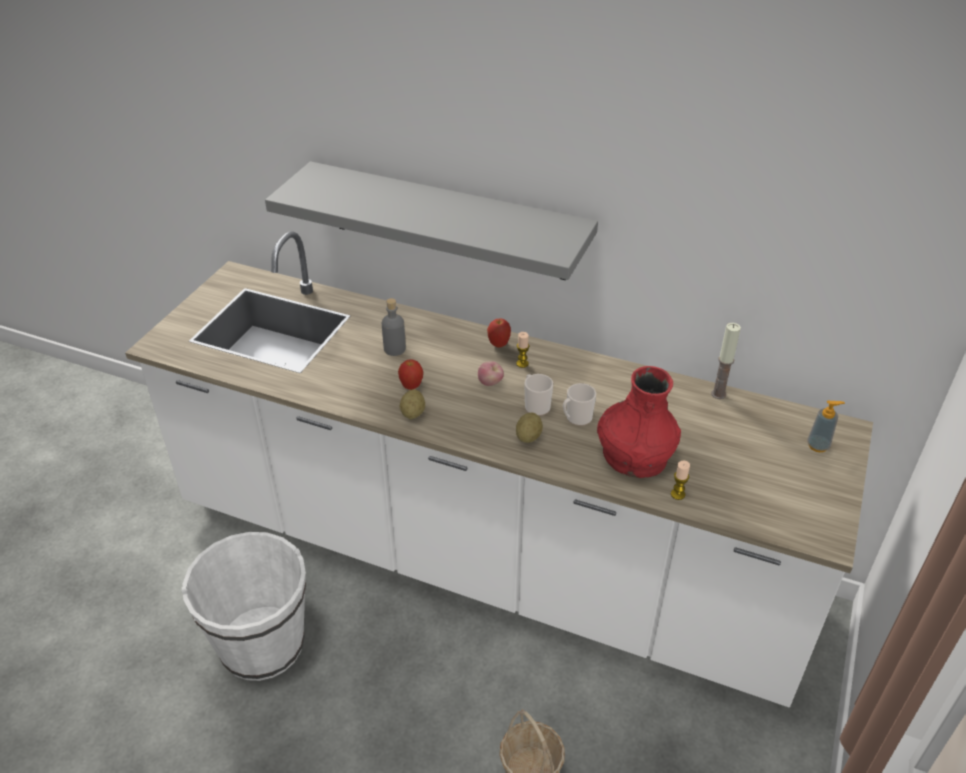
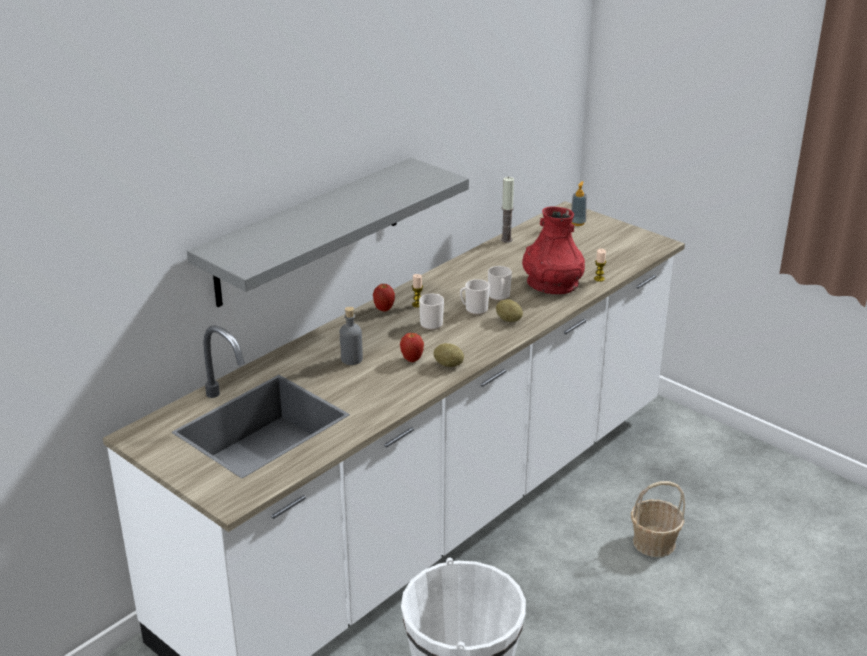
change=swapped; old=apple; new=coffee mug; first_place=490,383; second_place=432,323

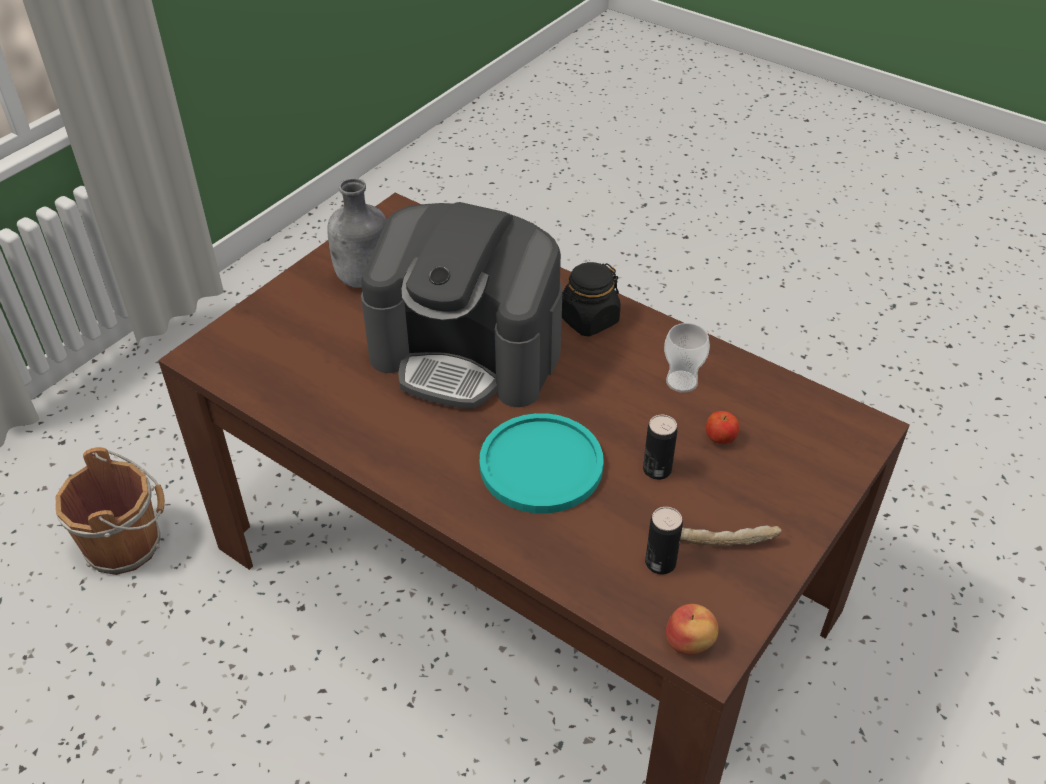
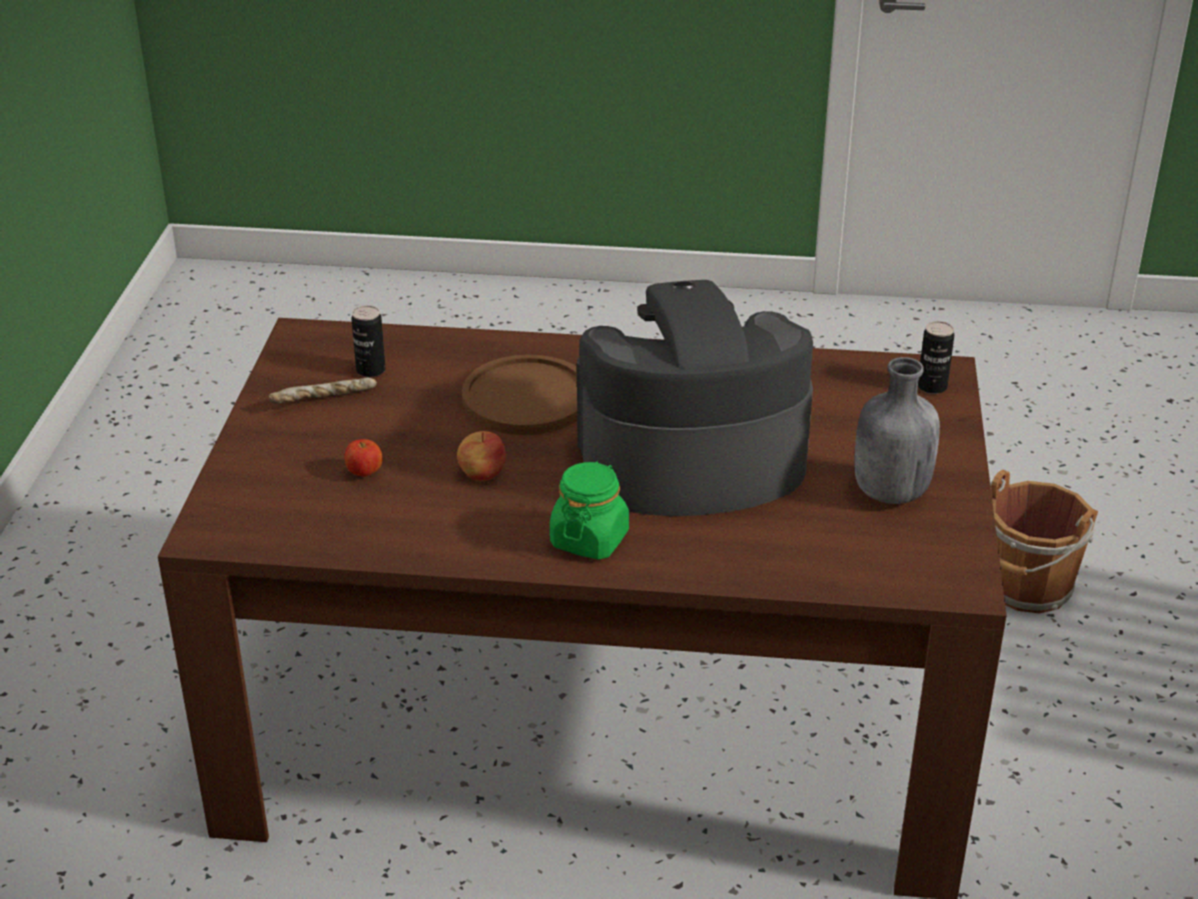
change=repainted; old=preserve jar/black; new=preserve jar/green-coloured; first_place=588,320; second_place=589,539
change=gone; old=small cup; first_place=681,381
change=repainted; old=flat dish/turquoise; new=flat dish/brownish; first_place=541,465; second_place=526,398
change=shifted; old=metal can; first_place=657,470; second_place=932,387
change=shifted; old=apple; first_place=689,643; second_place=482,473

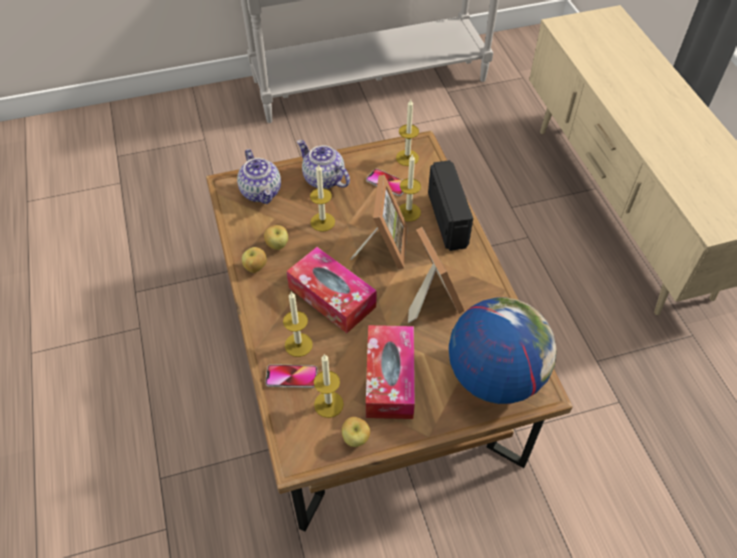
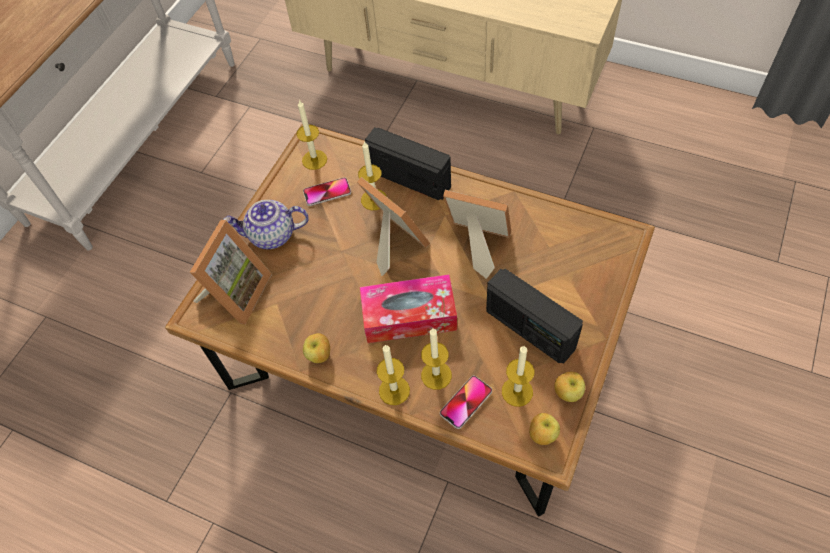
change=swapped; old=teapot; new=photo frame; first_place=262,192; second_place=236,293
change=shifted; old=wax candle; first_place=322,222; second_place=394,390
change=shifted; old=apple; first_place=277,245; second_place=542,435
change=gone; old=desk globe; first_place=494,376
change=swapped; old=box of tissues; new=radio receiver; first_place=389,378; second_place=529,329

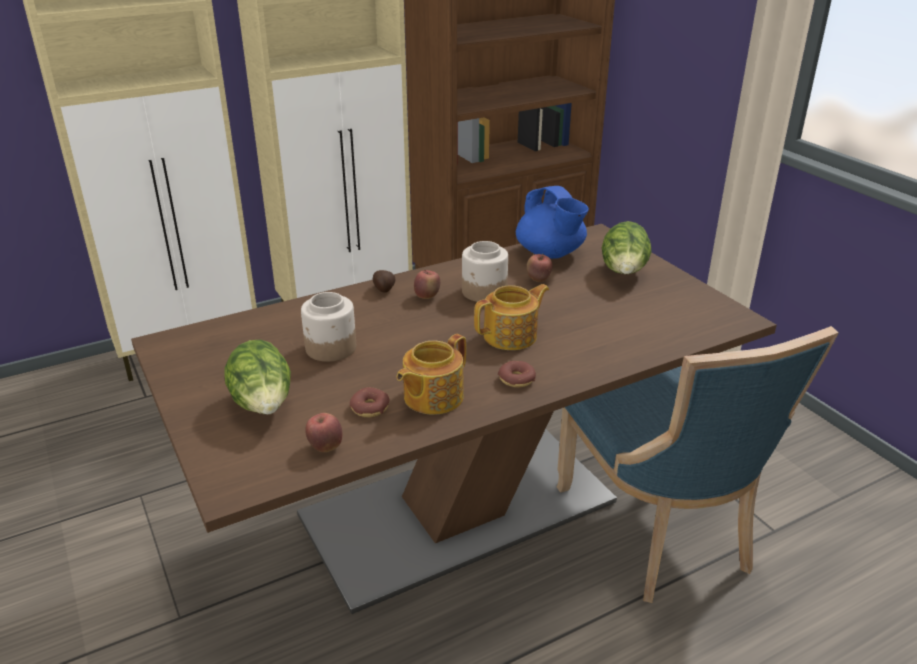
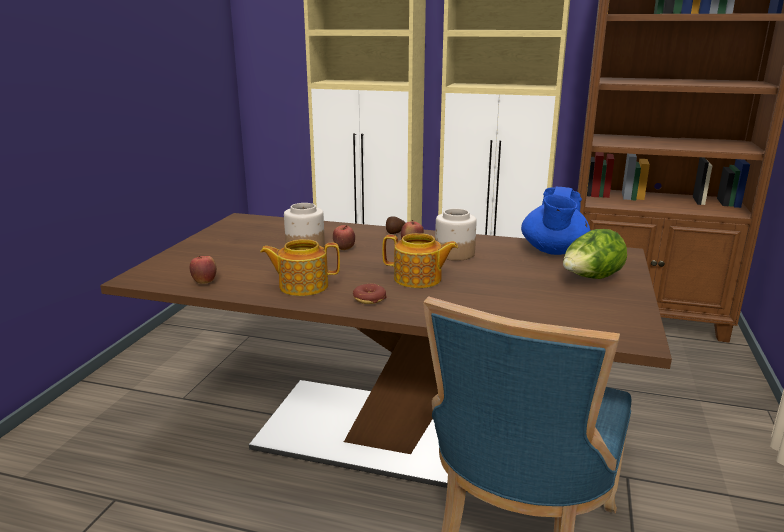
change=shifted; old=apple; first_place=538,280; second_place=344,249
change=gone; old=lettuce head; first_place=263,406
change=gone; old=donut; first_place=370,408

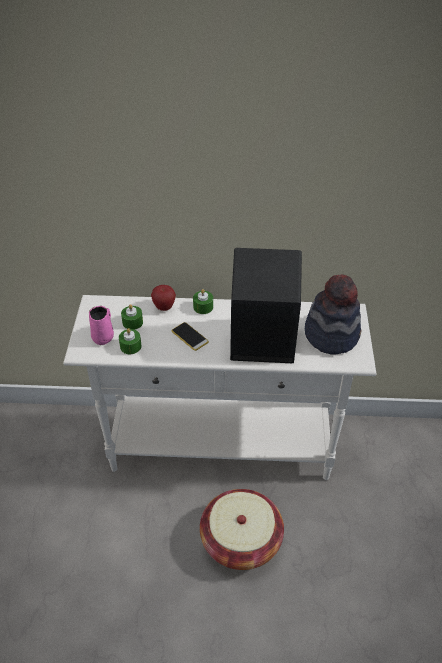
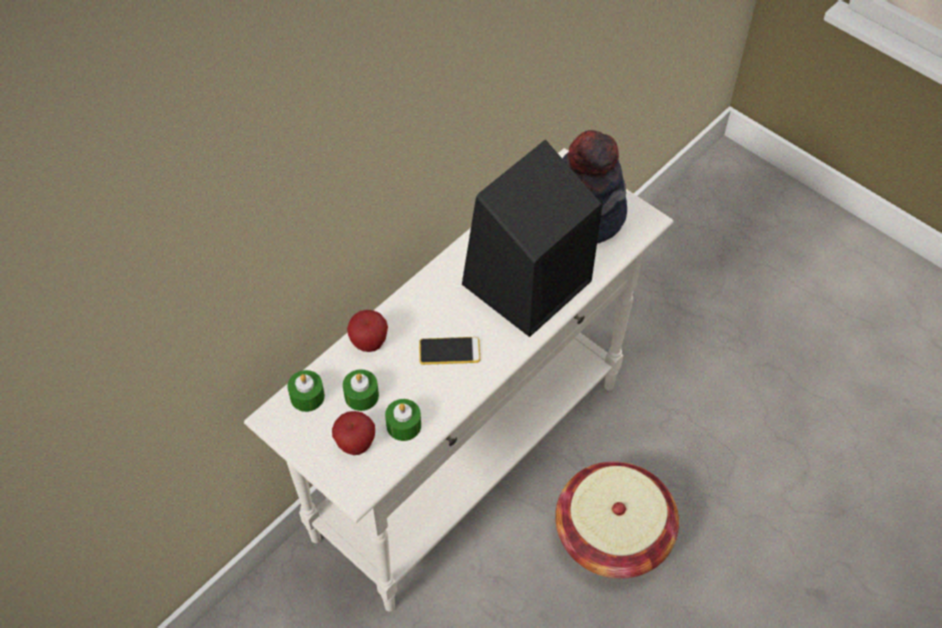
change=shifted; old=wax candle/green-coloured; first_place=203,307; second_place=307,396
change=swapped; old=coffee mug/pinkish; new=apple; first_place=103,337; second_place=356,445

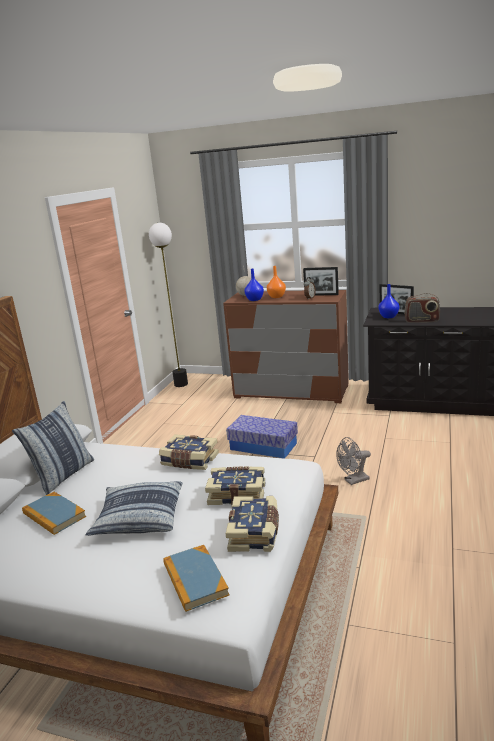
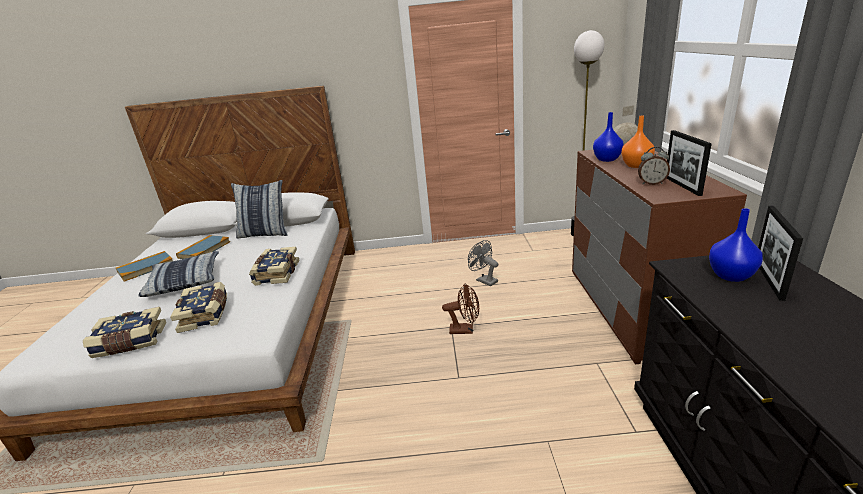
change=gone; old=radio receiver; first_place=421,321
change=swapped; old=storage container; new=electric fan/brownish; first_place=263,446; second_place=465,330
change=shifted; old=electric fan/gray; first_place=353,481; second_place=484,280
change=shifted; old=volume; first_place=195,580; second_place=146,268

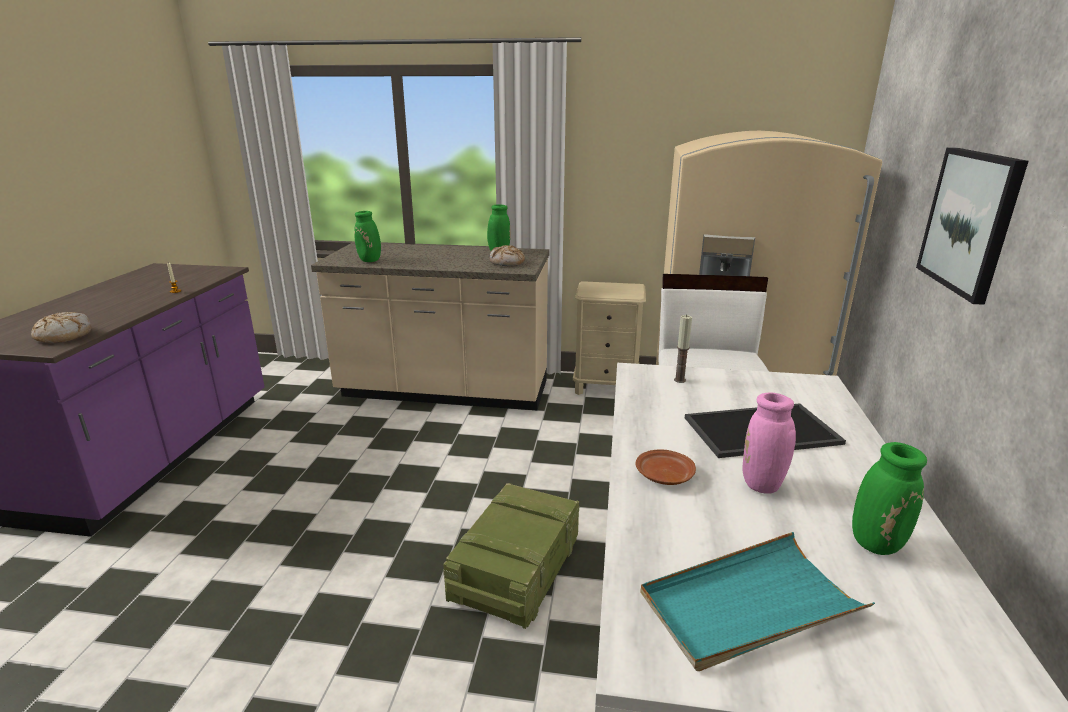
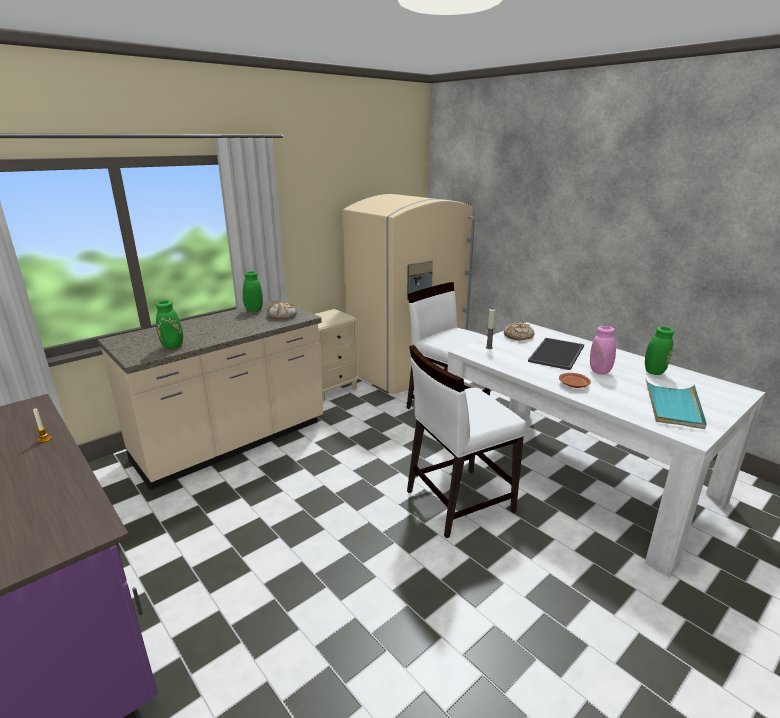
change=gone; old=picture; first_place=970,221
change=shifted; old=bakery bread; first_place=64,336; second_place=518,336
change=swapped; old=packing crate; new=plain chair/white; first_place=517,570; second_place=458,501

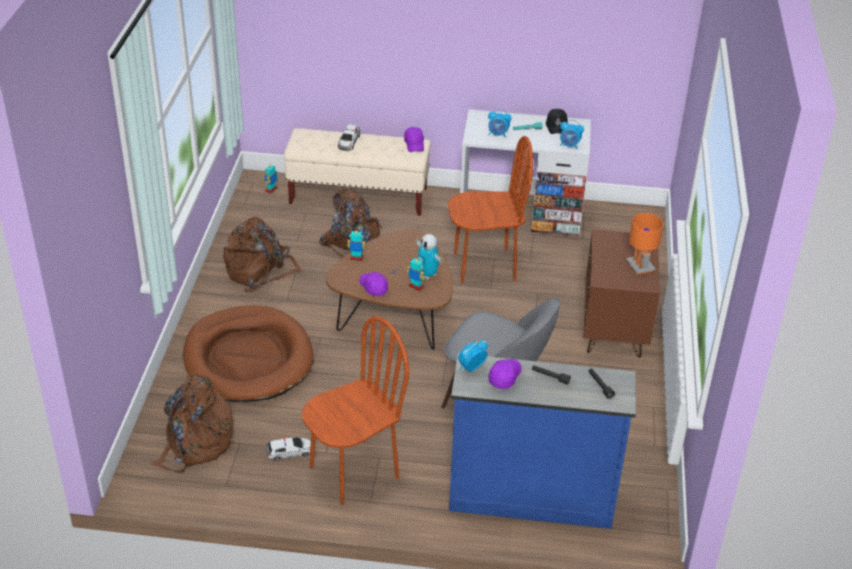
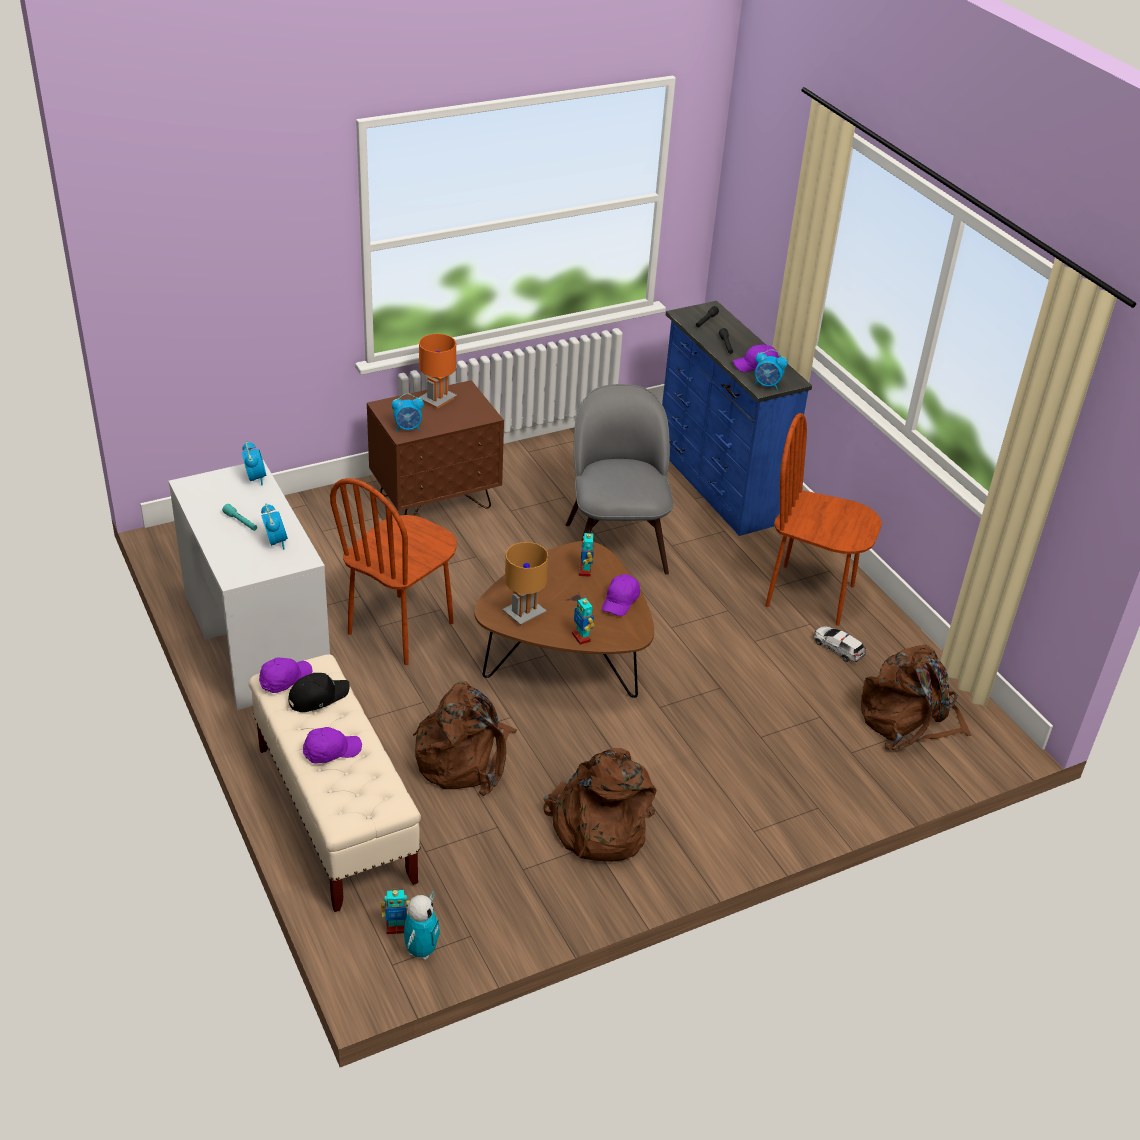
change=shifted; old=peaked cap/black; first_place=557,126; second_place=317,696
change=swapped; old=model car; new=peaked cap/purplish; first_place=349,141; second_place=331,751
change=rotated; old=plain chair/brownish; first_place=484,266; second_place=401,628; degrees=-105
change=shifted; old=model robot; first_place=427,274; second_place=421,950
change=gone; old=dog cushion/brownish; first_place=248,358
change=new; new=table clock; second_place=408,428
change=new; new=table lamp/brownish; second_place=524,613

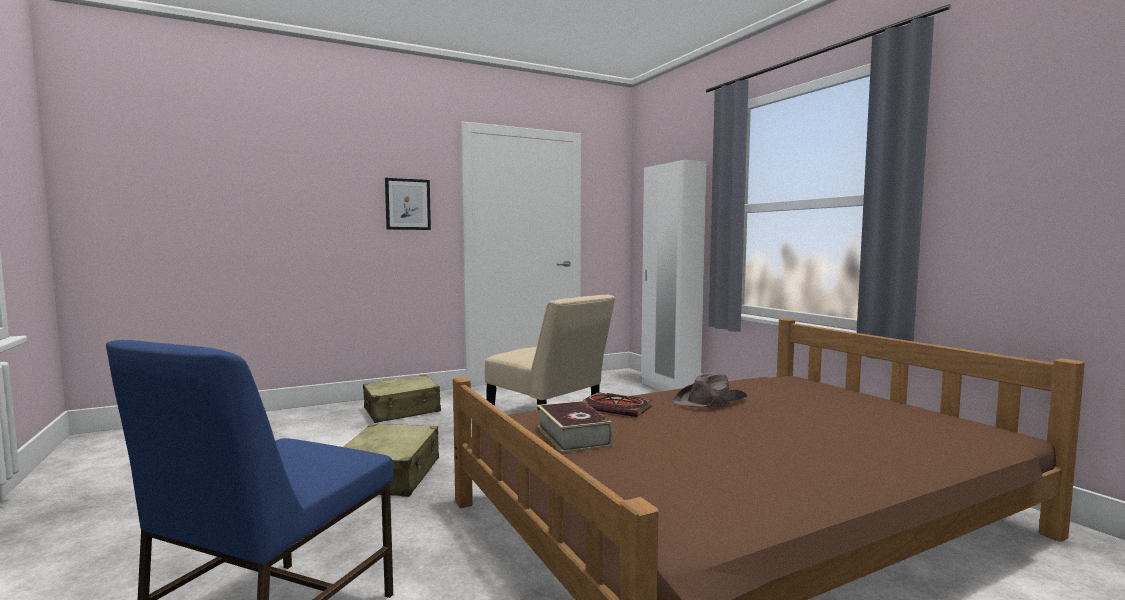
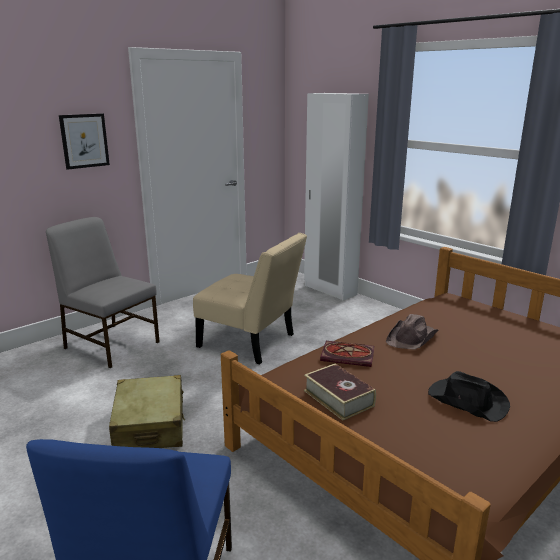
change=swapped; old=suitcase/sand-coloured; new=plain chair/gray; first_place=402,411; second_place=111,344
change=new; new=clothing hat/black; second_place=466,400

